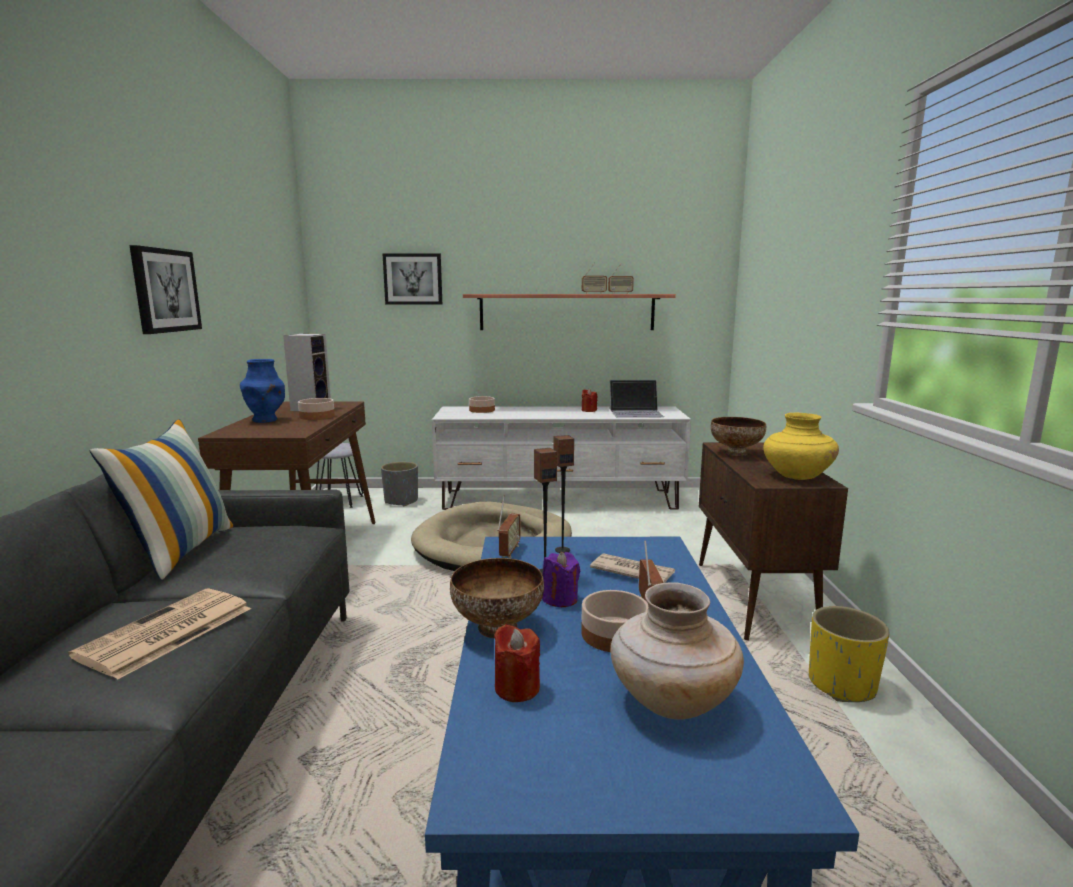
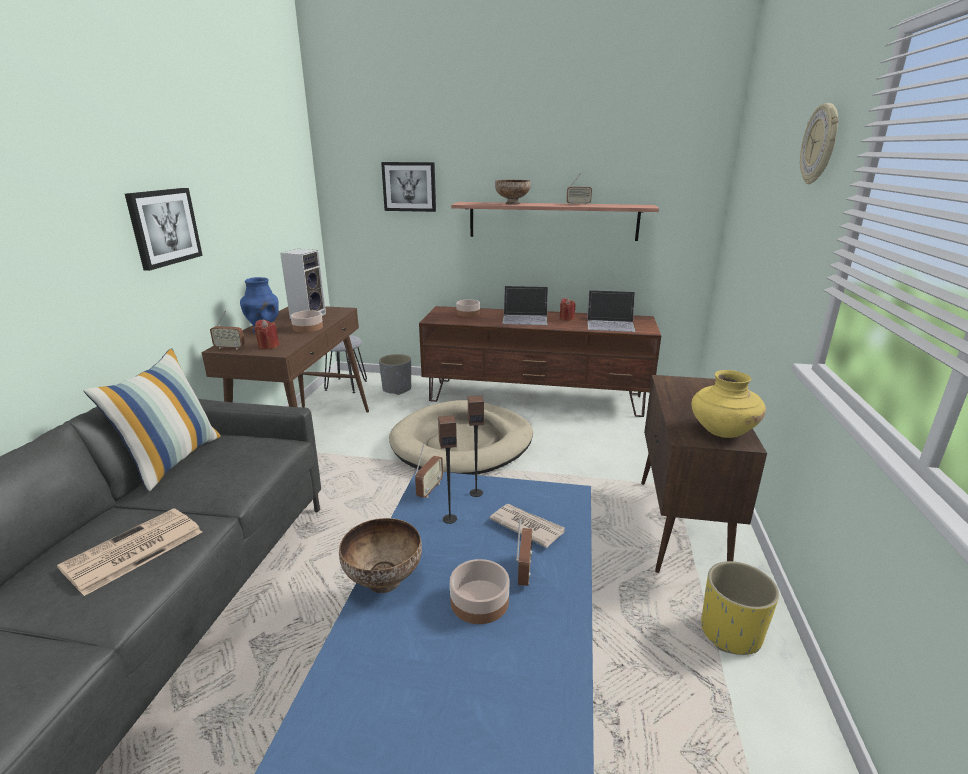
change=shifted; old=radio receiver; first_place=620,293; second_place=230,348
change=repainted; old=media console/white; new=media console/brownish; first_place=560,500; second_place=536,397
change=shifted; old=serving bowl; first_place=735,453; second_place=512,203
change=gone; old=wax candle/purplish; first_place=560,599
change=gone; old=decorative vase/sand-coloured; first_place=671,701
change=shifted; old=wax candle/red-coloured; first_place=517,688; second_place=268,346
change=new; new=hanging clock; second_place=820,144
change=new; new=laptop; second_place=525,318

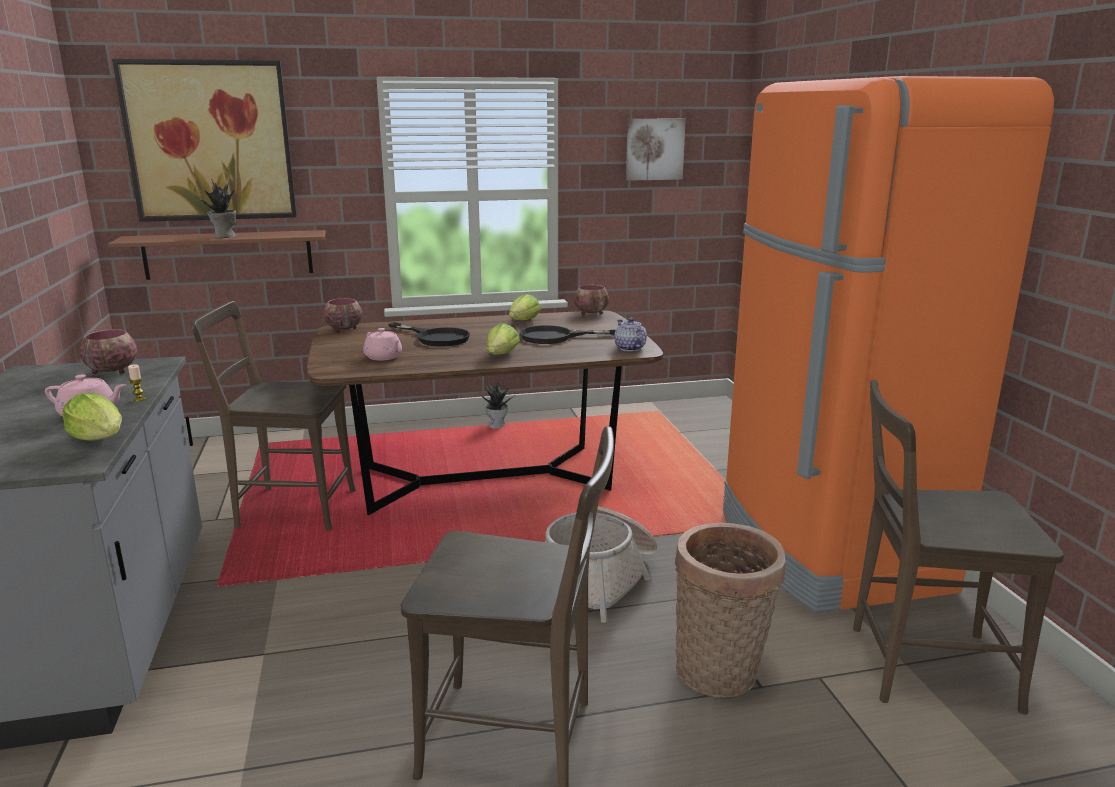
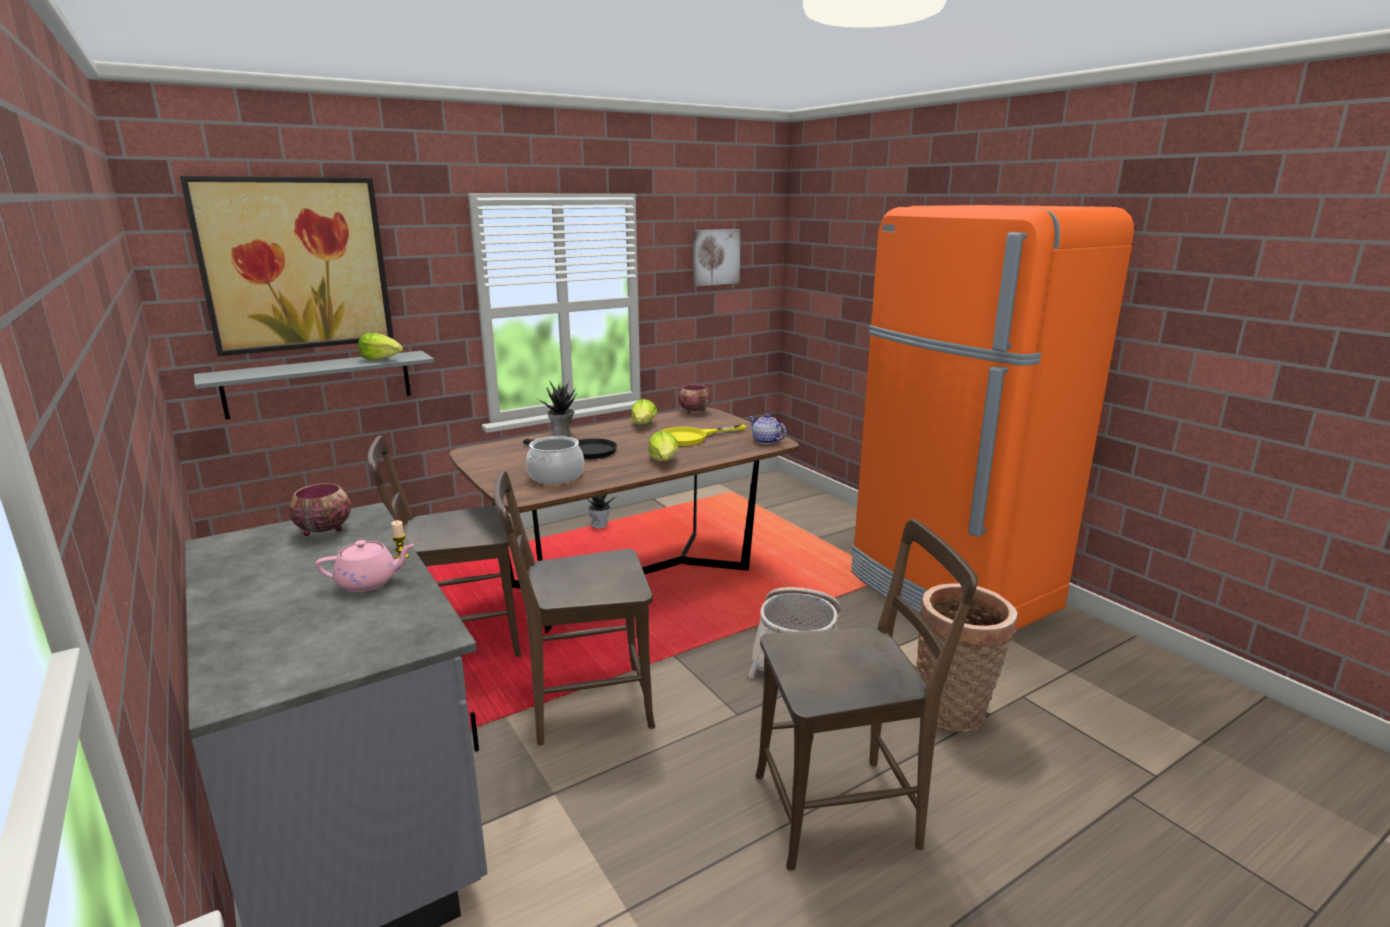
change=shifted; old=houseplant; first_place=224,236; second_place=562,435
change=repainted; old=bracket shelf/brownish; new=bracket shelf/gray; first_place=228,254; second_place=319,384
change=gone; old=serving bowl; first_place=343,329
change=repainted; old=skillet/black; new=skillet/yellowish; first_place=556,337; second_place=691,437
change=swapped; old=teapot/pinkish; new=cooking pot; first_place=384,357; second_place=556,476
change=shifted; old=plain chair/brownish; first_place=922,666; second_place=582,705
change=shifted; old=lettuce head; first_place=100,438; second_place=382,359

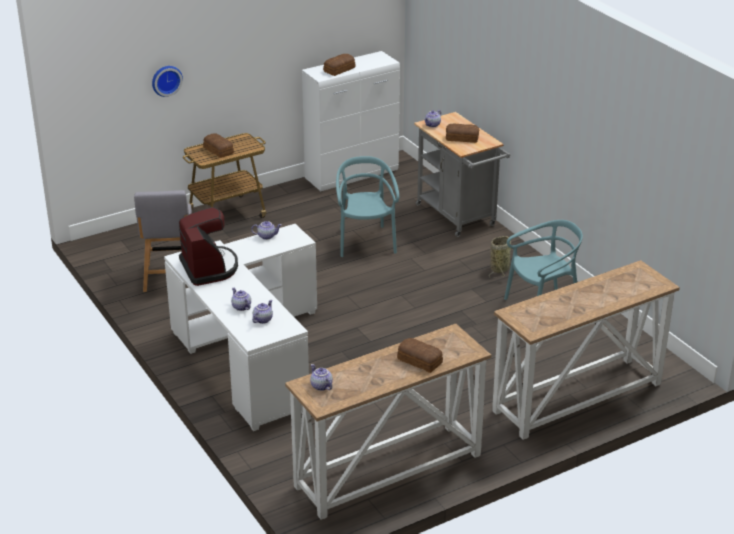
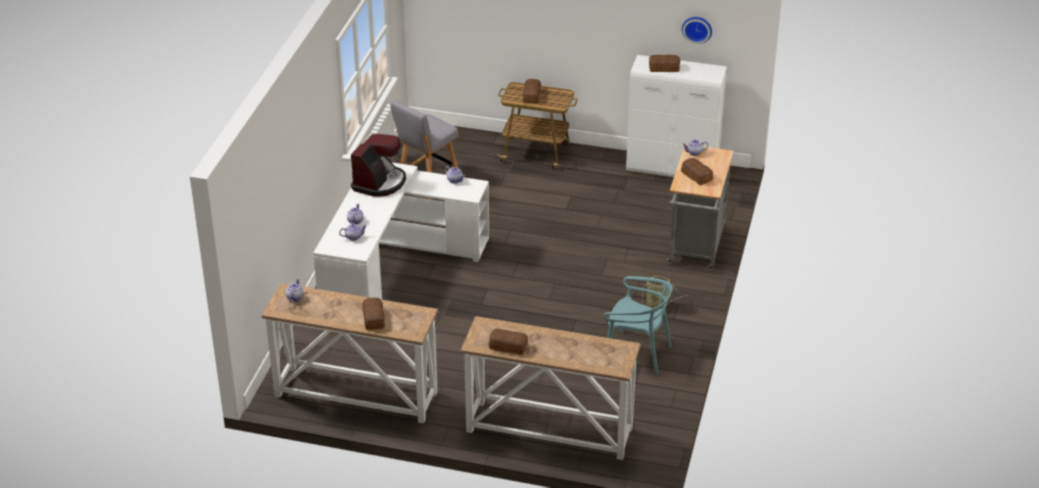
change=shifted; old=hanging clock; first_place=166,80; second_place=697,28
change=gone; old=plain chair/turquoise; first_place=365,242
change=new; new=bakery bread; second_place=508,346

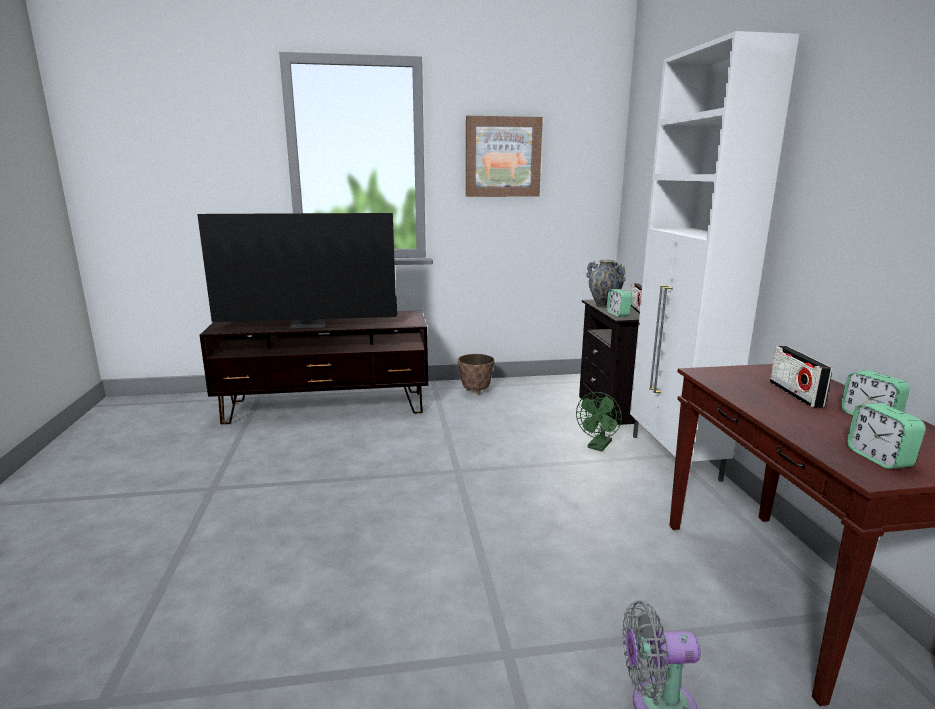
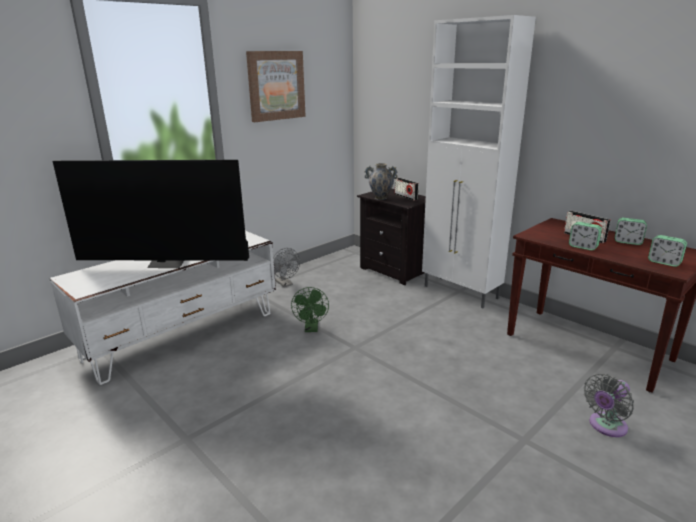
change=rotated; old=TV; first_place=309,324; second_place=167,263; degrees=45
change=shifted; old=table clock; first_place=618,314; second_place=583,247
change=repainted; old=media console/brownish; new=media console/white; first_place=327,407; second_place=183,335
change=swapped; old=planter; new=electric fan/gray; first_place=475,391; second_place=286,284
change=shifted; old=electric fan/green-coloured; first_place=598,447; second_place=311,329

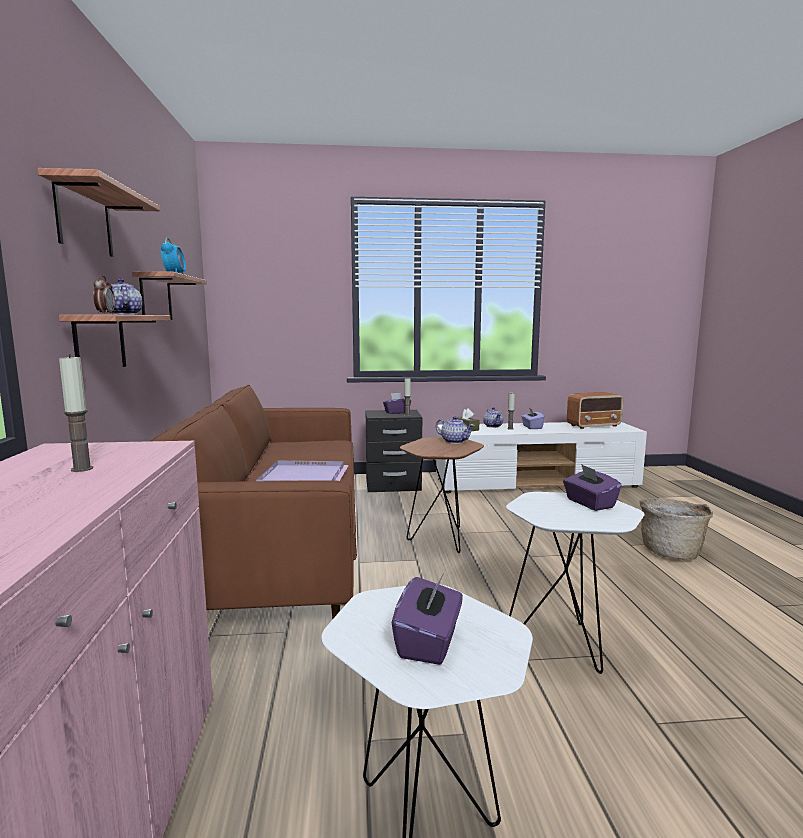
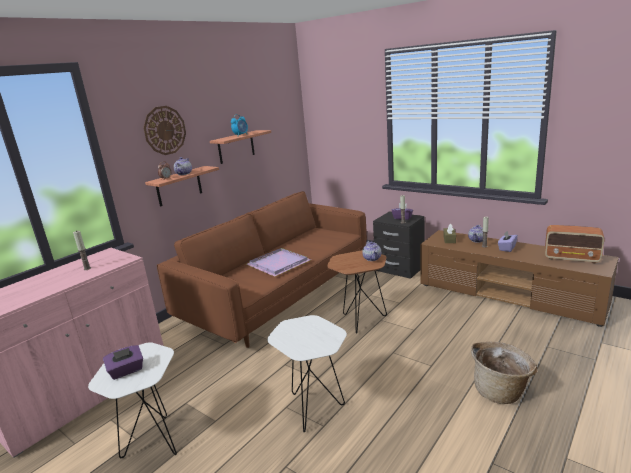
change=swapped; old=bracket shelf; new=hanging clock; first_place=84,220; second_place=165,130
change=repainted; old=media console/white; new=media console/brownish; first_place=536,483; second_place=509,295
change=gone; old=box of tissues/purplish; first_place=589,503

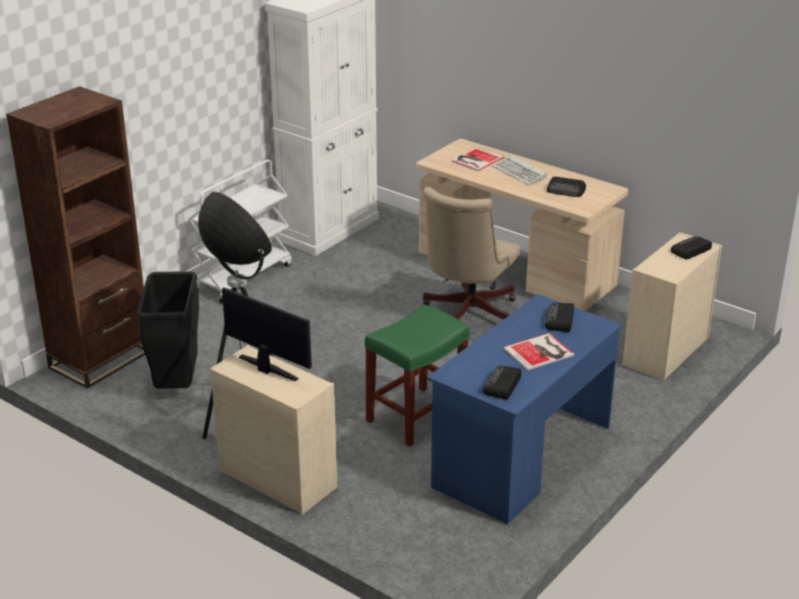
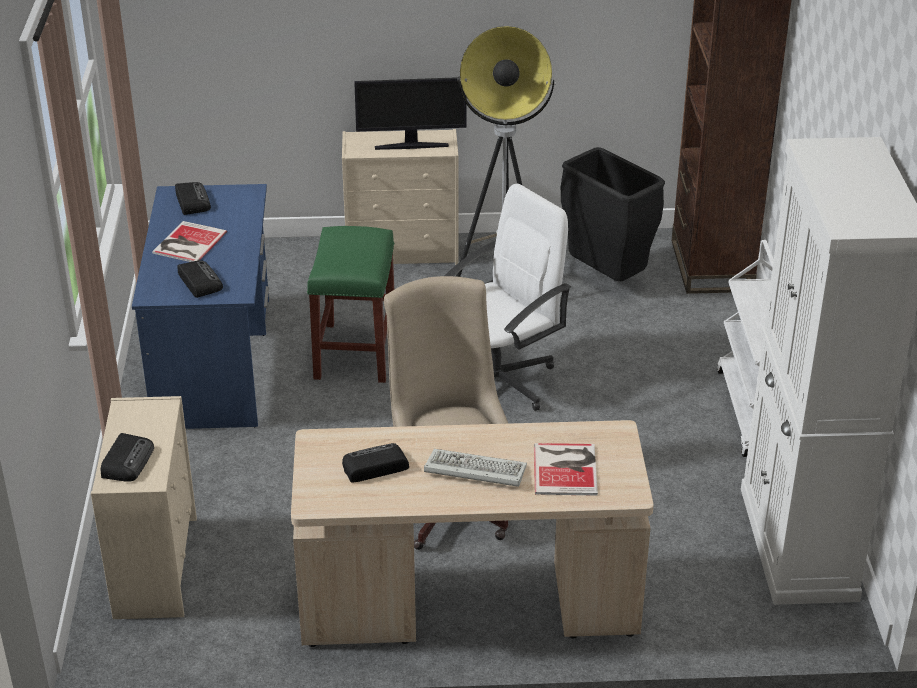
change=new; new=computer chair/white; second_place=498,381

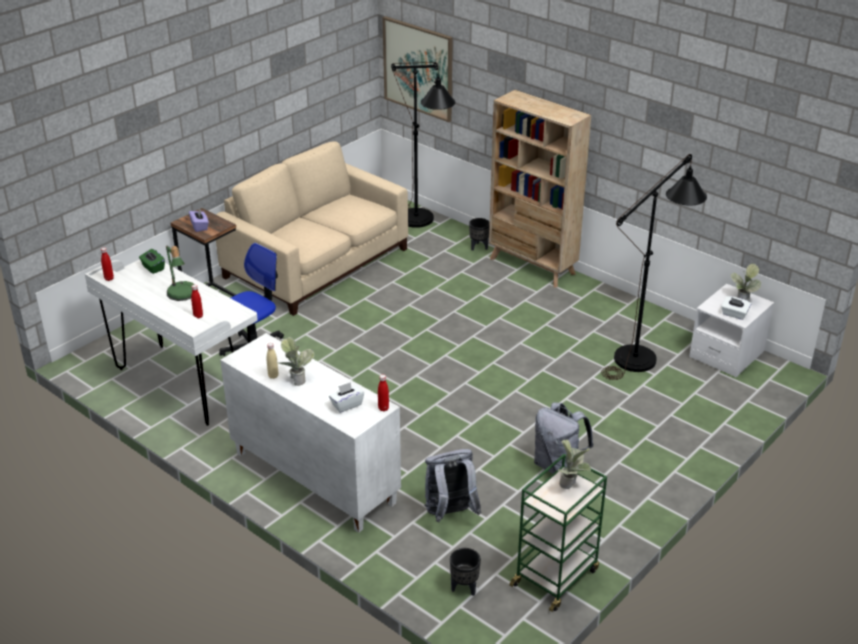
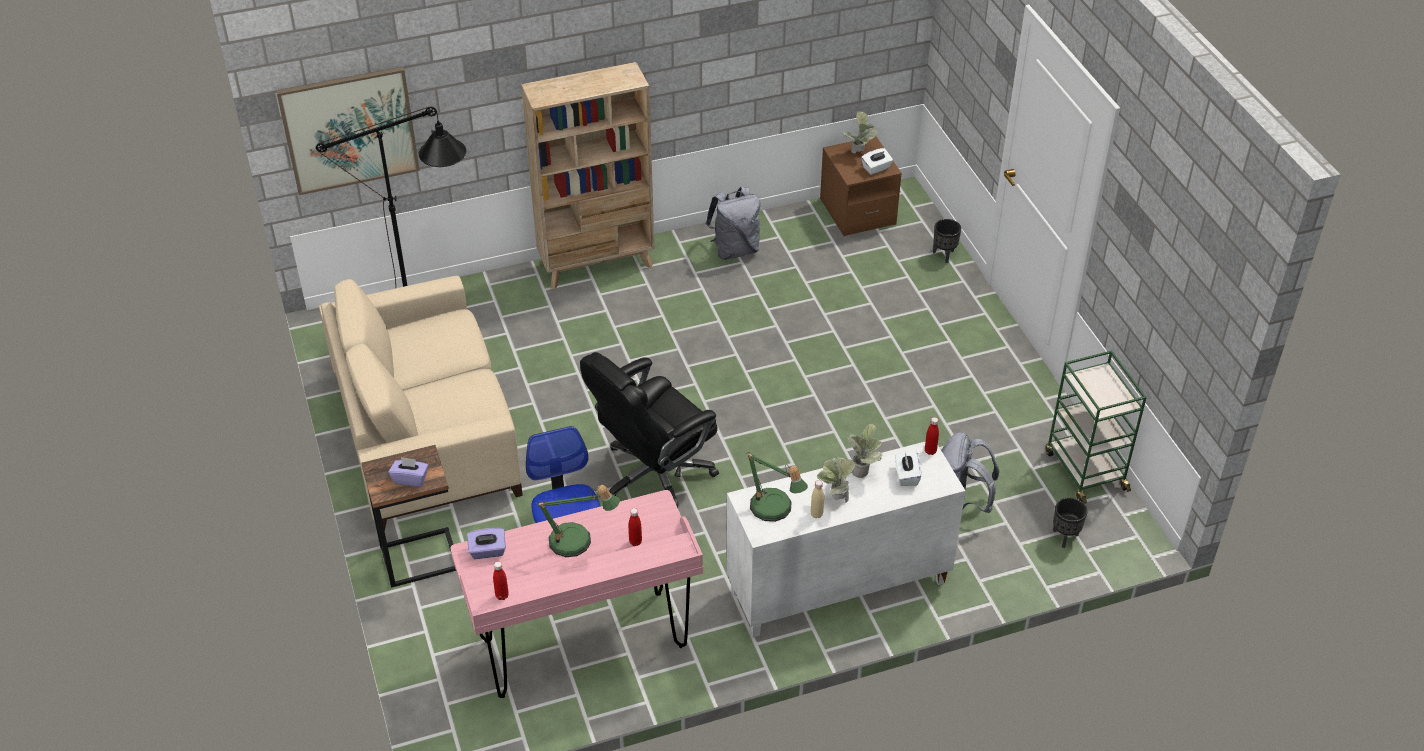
change=gone; old=floor lamp/black; first_place=643,354
change=shifted; old=planter/black; first_place=479,247; second_place=944,255
change=repainted; old=box of tissues/green-coloured; new=box of tissues/purplish; first_place=153,268; second_place=487,551
change=repainted; old=desk unit/white; new=desk unit/pinkish; first_place=182,384; second_place=583,645
change=repainted; old=nightstand/white; new=nightstand/brownish; first_place=726,354; second_place=857,212
change=shifted; old=knapsack/gray; first_place=558,467; second_place=735,250
change=shifted; old=houseplant; first_place=571,485; second_place=862,469
change=new; new=computer chair/black; second_place=654,476
change=new; new=table lamp; second_place=774,511

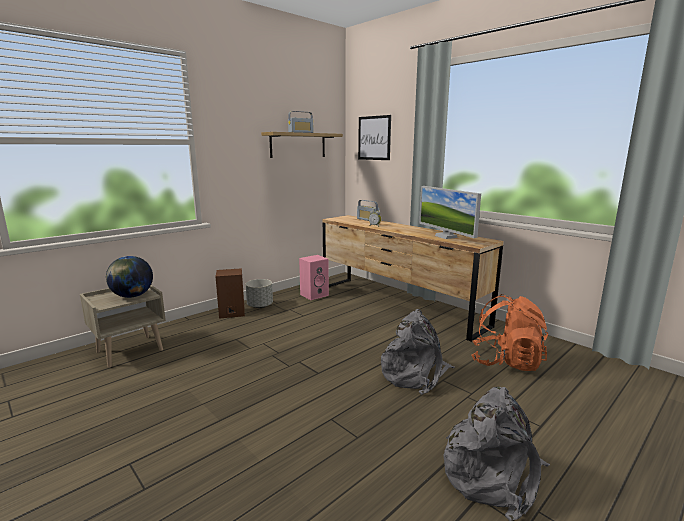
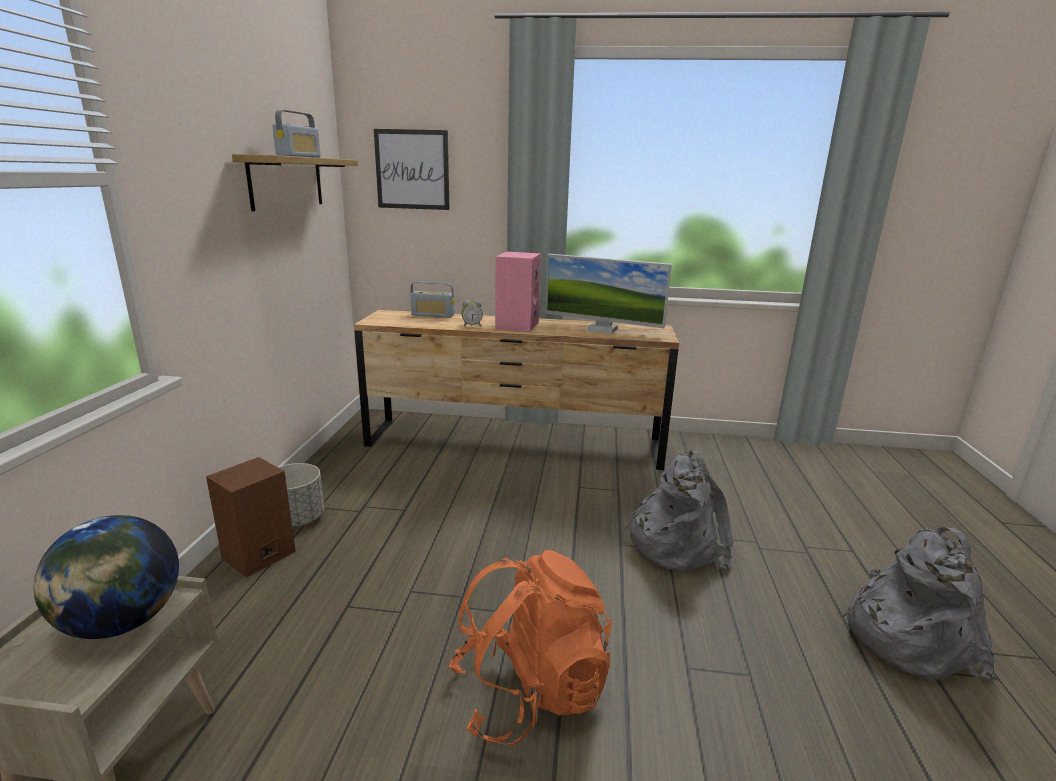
change=shifted; old=audio speaker/pinkish; first_place=314,294; second_place=516,325
change=shifted; old=knapsack/orange; first_place=506,362; second_place=529,691

